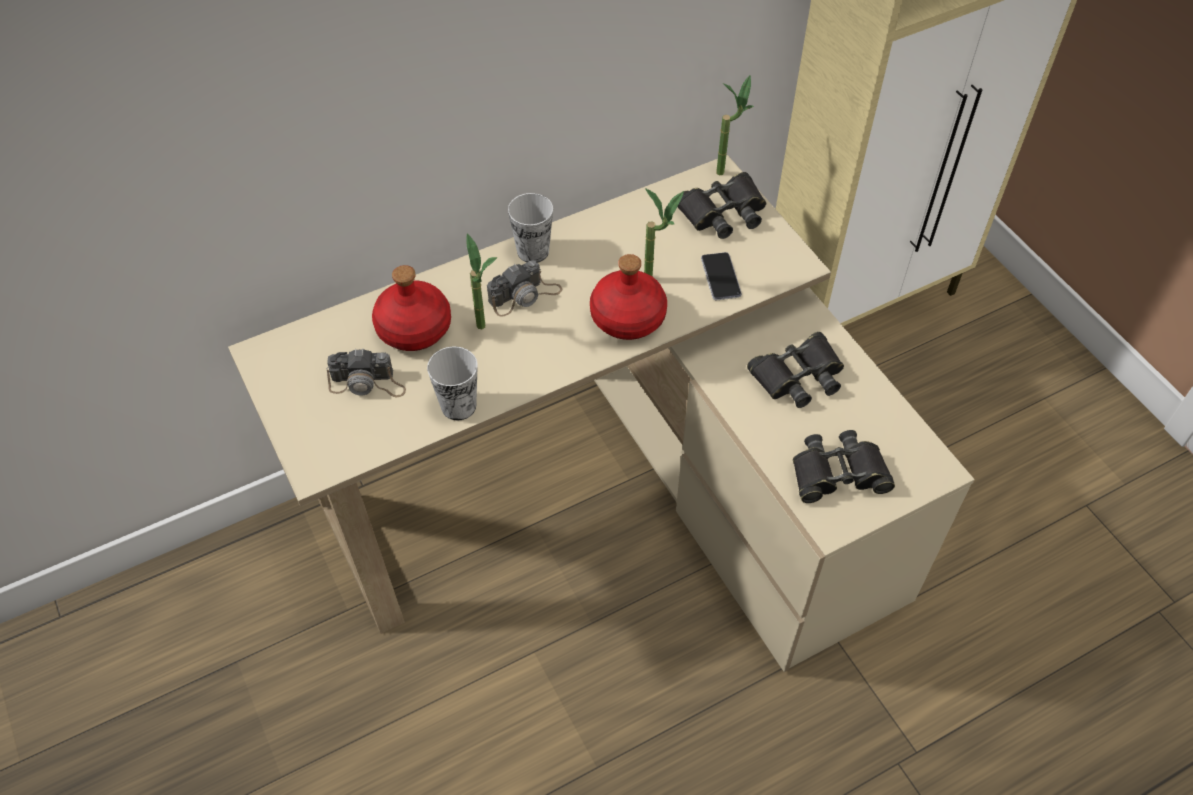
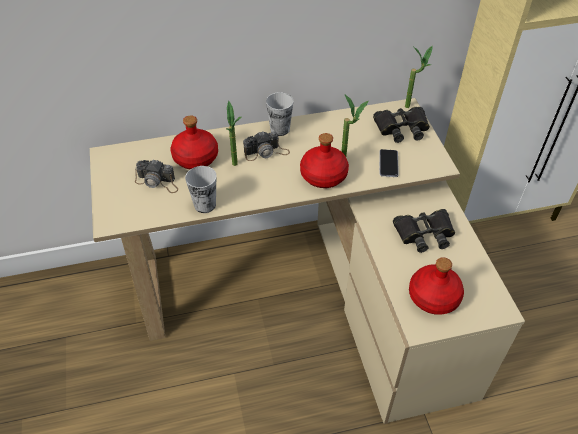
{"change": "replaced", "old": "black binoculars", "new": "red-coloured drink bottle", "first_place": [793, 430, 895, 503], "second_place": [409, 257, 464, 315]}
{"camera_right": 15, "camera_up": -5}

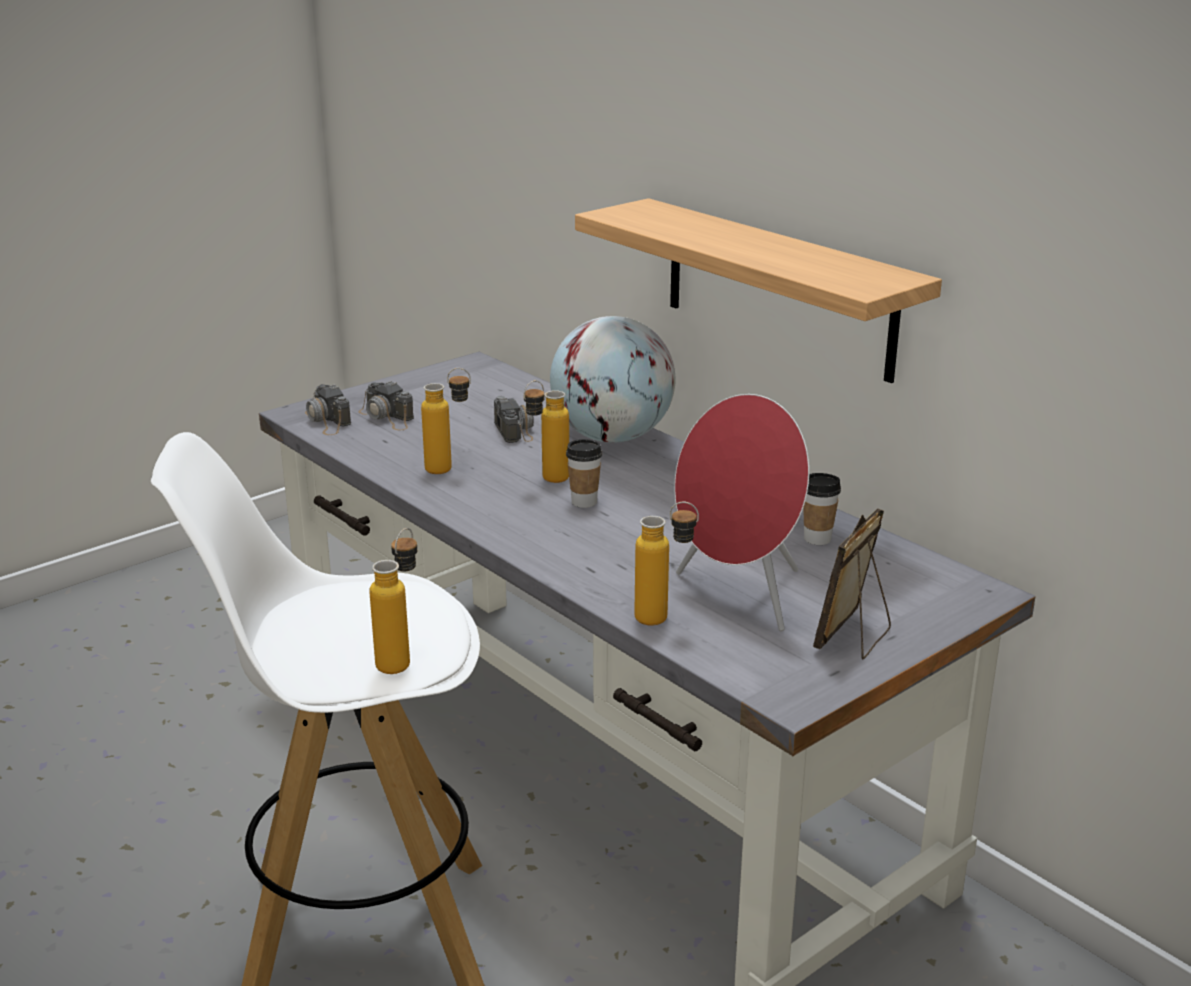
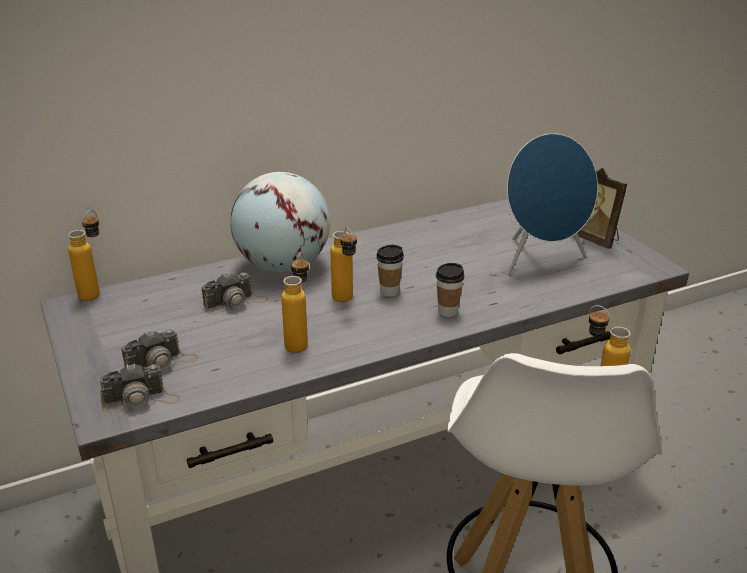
{"change": "removed", "old": "shelf", "first_place": [575, 198, 942, 383]}
{"change": "recoloured", "old": "red-coloured speaker", "new": "blue speaker", "first_place": [674, 394, 809, 631], "second_place": [507, 133, 598, 275]}
{"change": "turned", "old": "still camera", "first_place": [494, 396, 534, 443], "second_place": [202, 272, 269, 315], "degrees": 150}
{"change": "moved", "old": "small cup", "first_place": [803, 473, 841, 545], "second_place": [436, 263, 464, 317]}
{"change": "moved", "old": "drink bottle", "first_place": [634, 501, 699, 626], "second_place": [68, 210, 100, 301]}
{"camera_right": -75, "camera_up": 5}

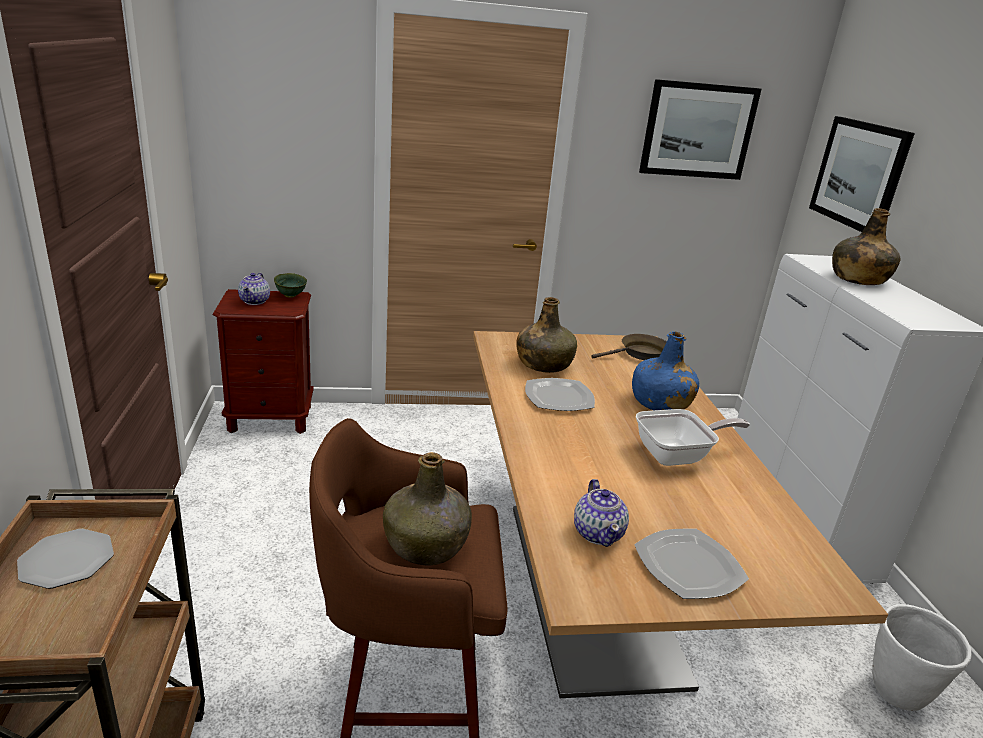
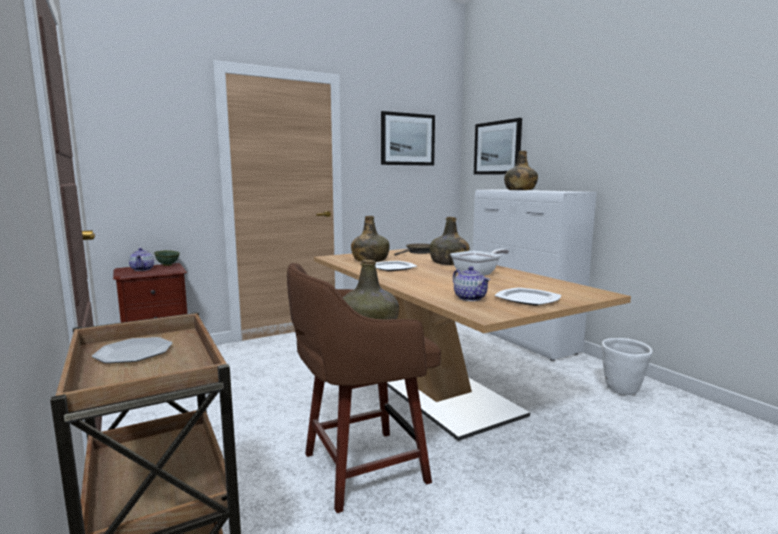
{"change": "recoloured", "old": "blue drink bottle", "new": "green drink bottle", "first_place": [632, 331, 699, 410], "second_place": [430, 217, 469, 265]}
{"camera_right": -20, "camera_up": -15}

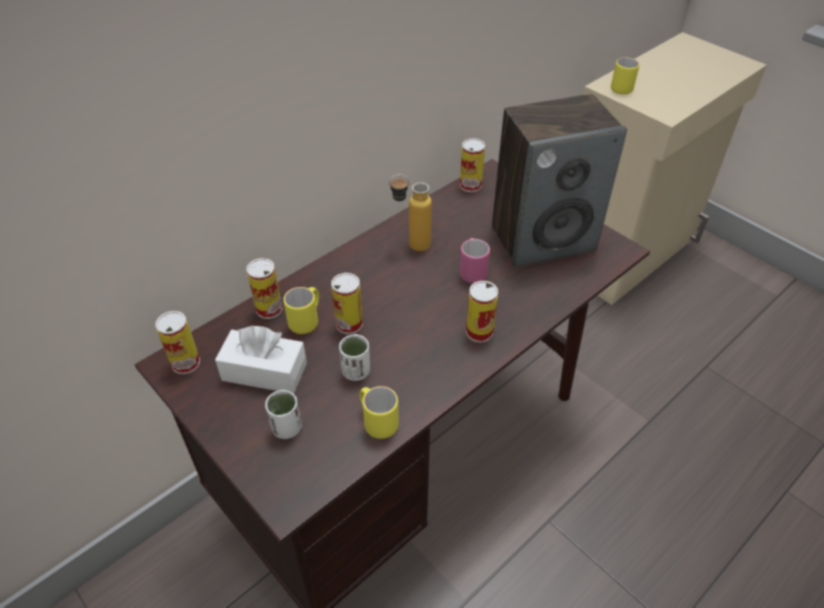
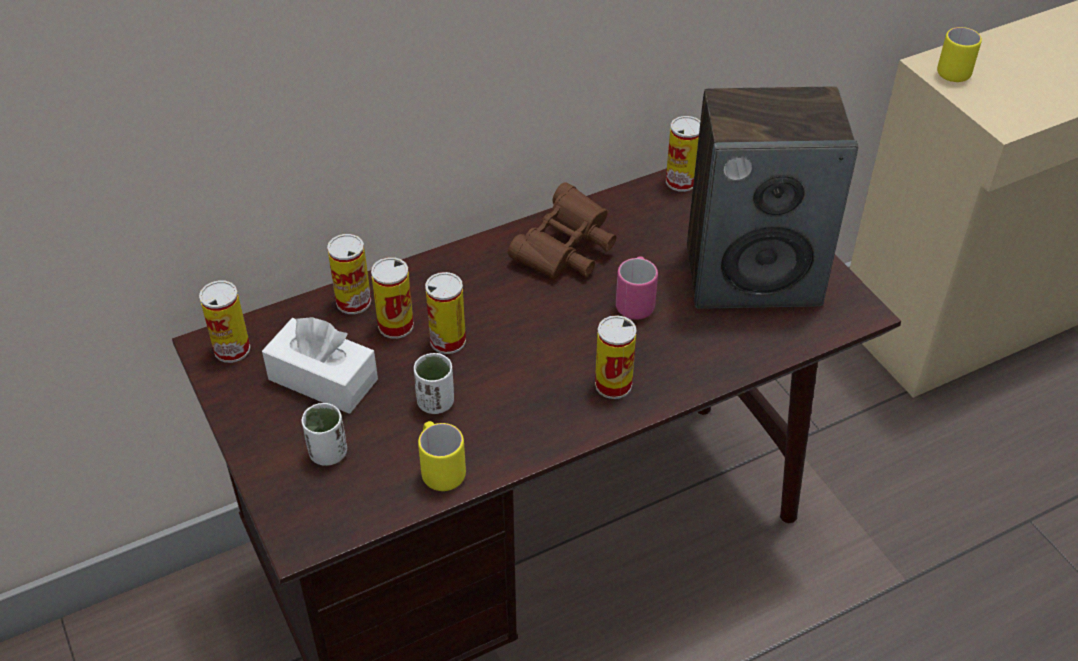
{"change": "replaced", "old": "drink bottle", "new": "brownish binoculars", "first_place": [389, 174, 432, 251], "second_place": [508, 182, 616, 280]}
{"change": "replaced", "old": "yellow mug", "new": "can", "first_place": [283, 287, 319, 334], "second_place": [371, 257, 414, 339]}
{"camera_right": 15, "camera_up": 0}

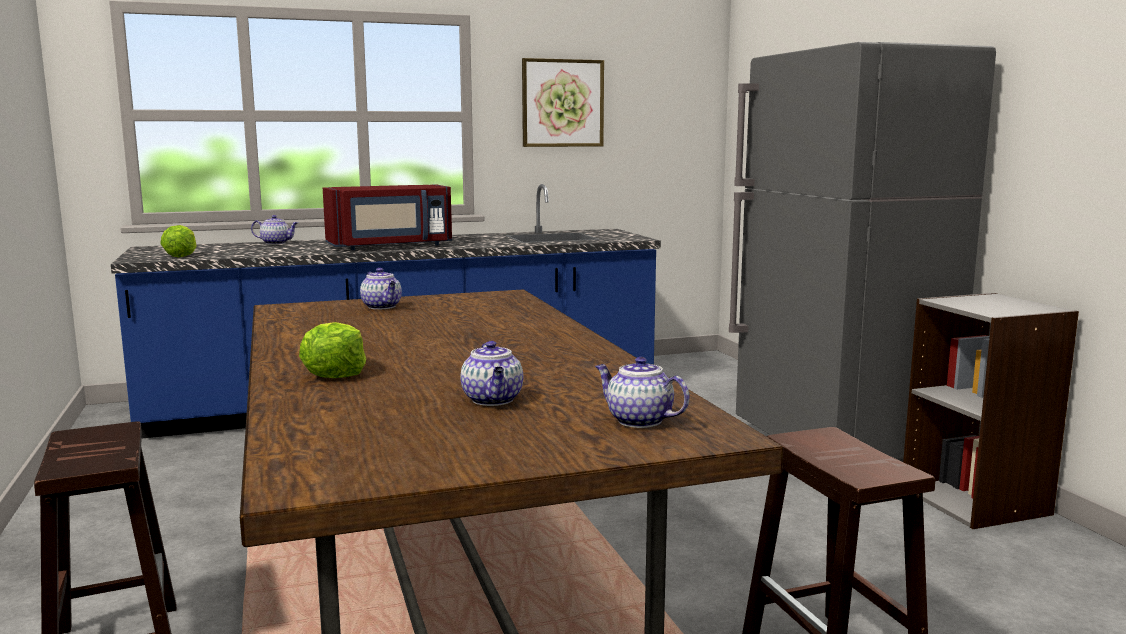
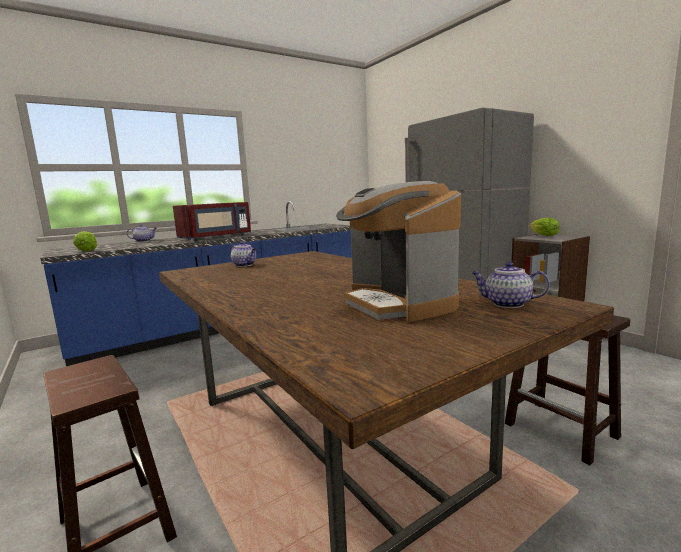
{"change": "removed", "old": "wall art", "first_place": [522, 58, 604, 147]}
{"change": "moved", "old": "head of lettuce", "first_place": [299, 322, 366, 378], "second_place": [529, 218, 559, 236]}
{"change": "replaced", "old": "pot for tea", "new": "coffee brewer", "first_place": [461, 341, 523, 406], "second_place": [336, 181, 461, 322]}
{"camera_right": -15, "camera_up": 0}

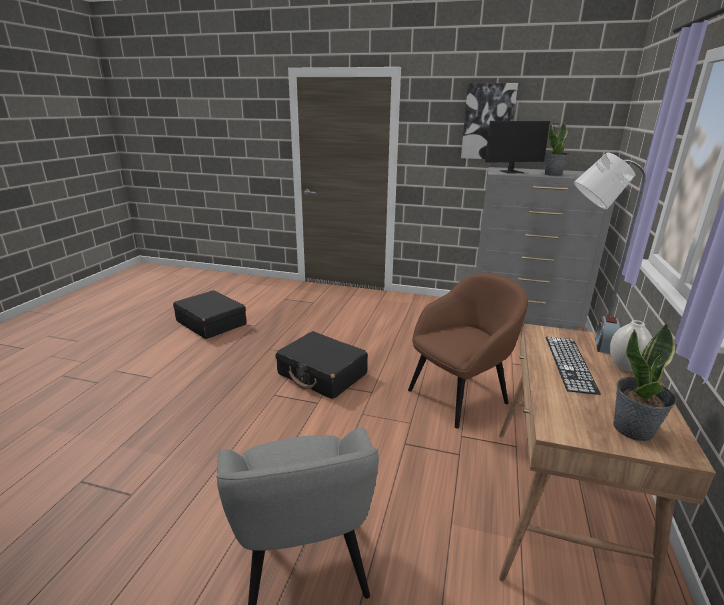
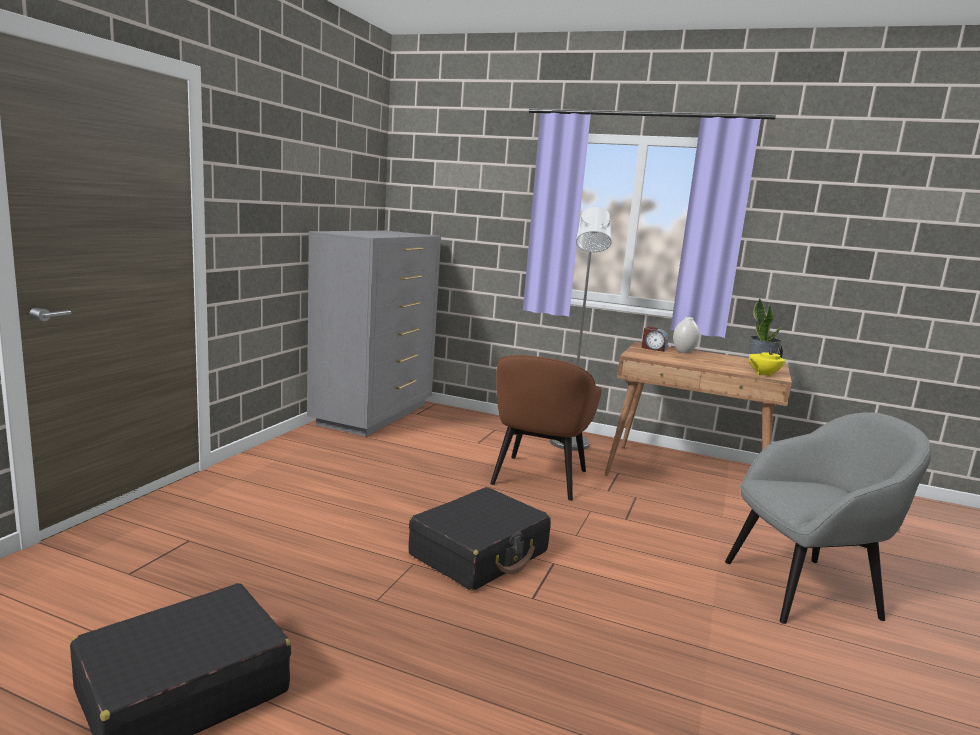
{"change": "removed", "old": "wall art", "first_place": [461, 83, 518, 159]}
{"change": "removed", "old": "computer display", "first_place": [485, 121, 559, 174]}
{"change": "removed", "old": "houseplant", "first_place": [545, 122, 569, 176]}
{"change": "turned", "old": "brownish armchair", "first_place": [408, 273, 528, 429], "second_place": [490, 355, 601, 501], "degrees": -135}
{"change": "removed", "old": "PC keyboard", "first_place": [546, 337, 601, 395]}
{"change": "added", "new": "yellow pot for tea", "second_place": [749, 345, 785, 377]}
{"camera_right": -85, "camera_up": -10}

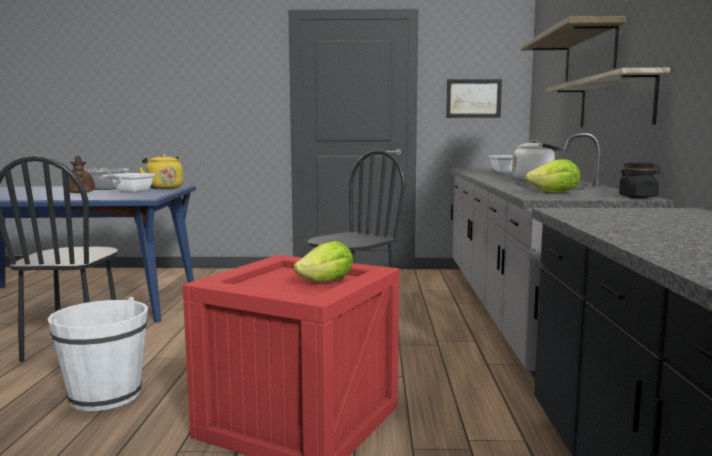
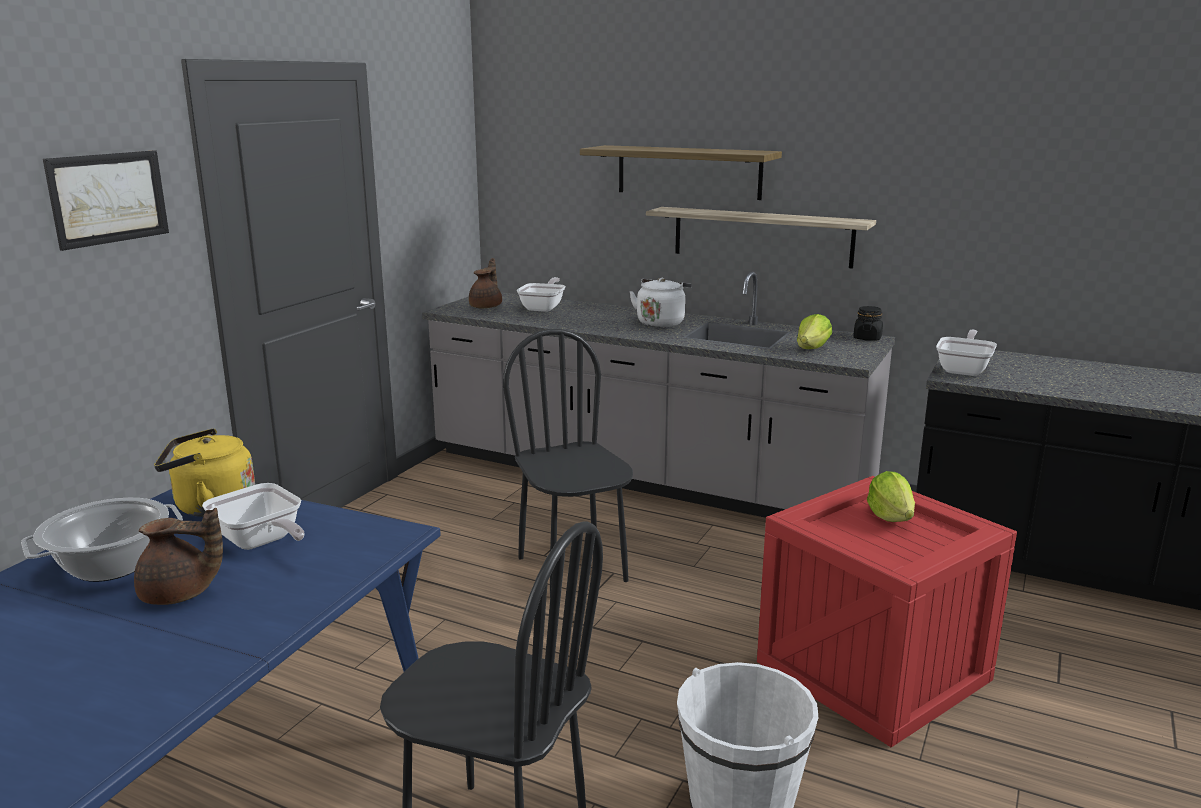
{"change": "moved", "old": "wall art", "first_place": [446, 79, 502, 118], "second_place": [43, 150, 169, 251]}
{"change": "added", "new": "brownish pot for tea", "second_place": [469, 258, 502, 308]}
{"change": "added", "new": "skillet", "second_place": [936, 330, 997, 376]}
{"camera_right": -65, "camera_up": 10}

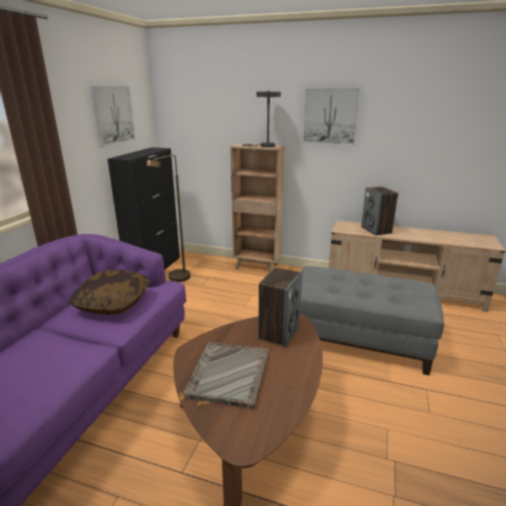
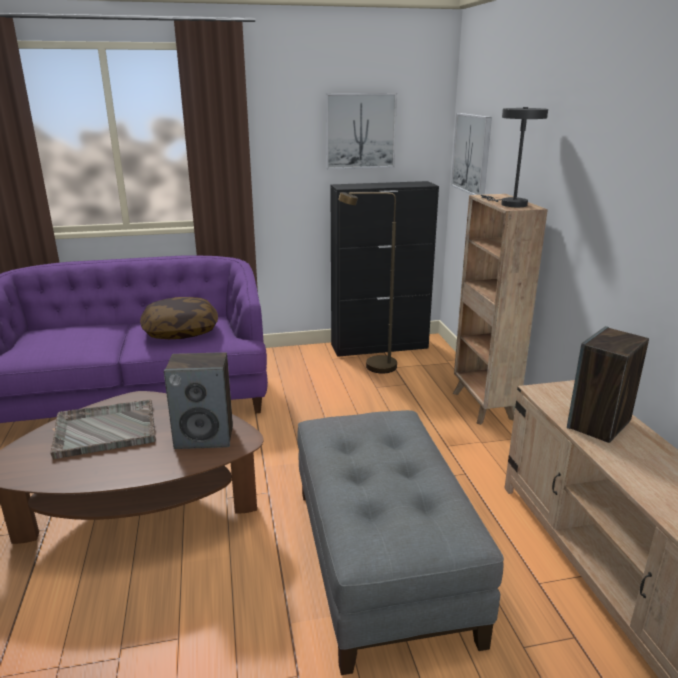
{"change": "moved", "old": "wall art", "first_place": [302, 88, 361, 146], "second_place": [451, 113, 492, 195]}
{"camera_right": 60, "camera_up": 0}

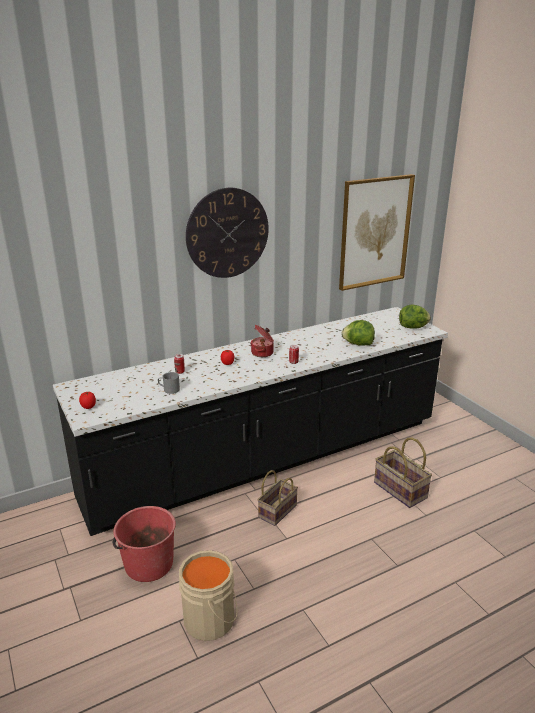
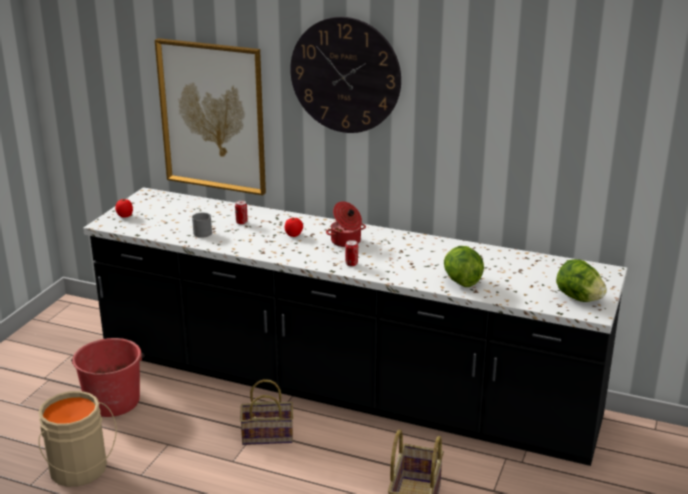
{"change": "moved", "old": "wall art", "first_place": [339, 174, 415, 291], "second_place": [155, 38, 266, 195]}
{"camera_right": 50, "camera_up": 0}

